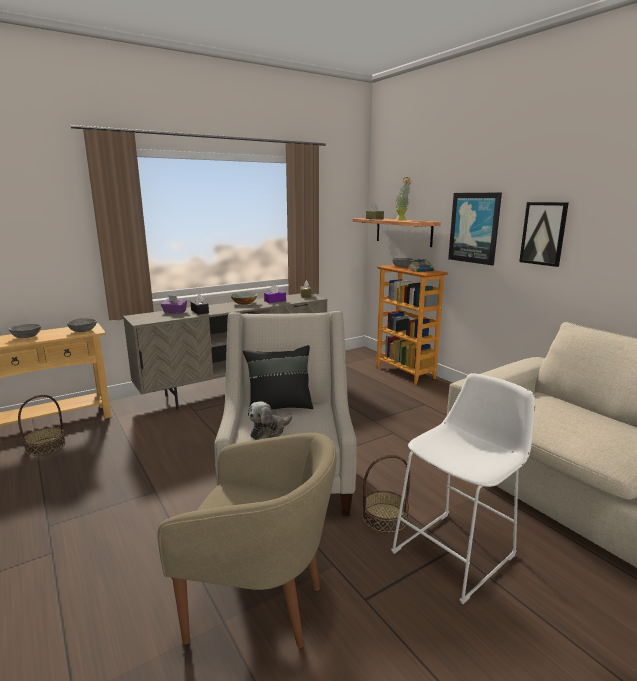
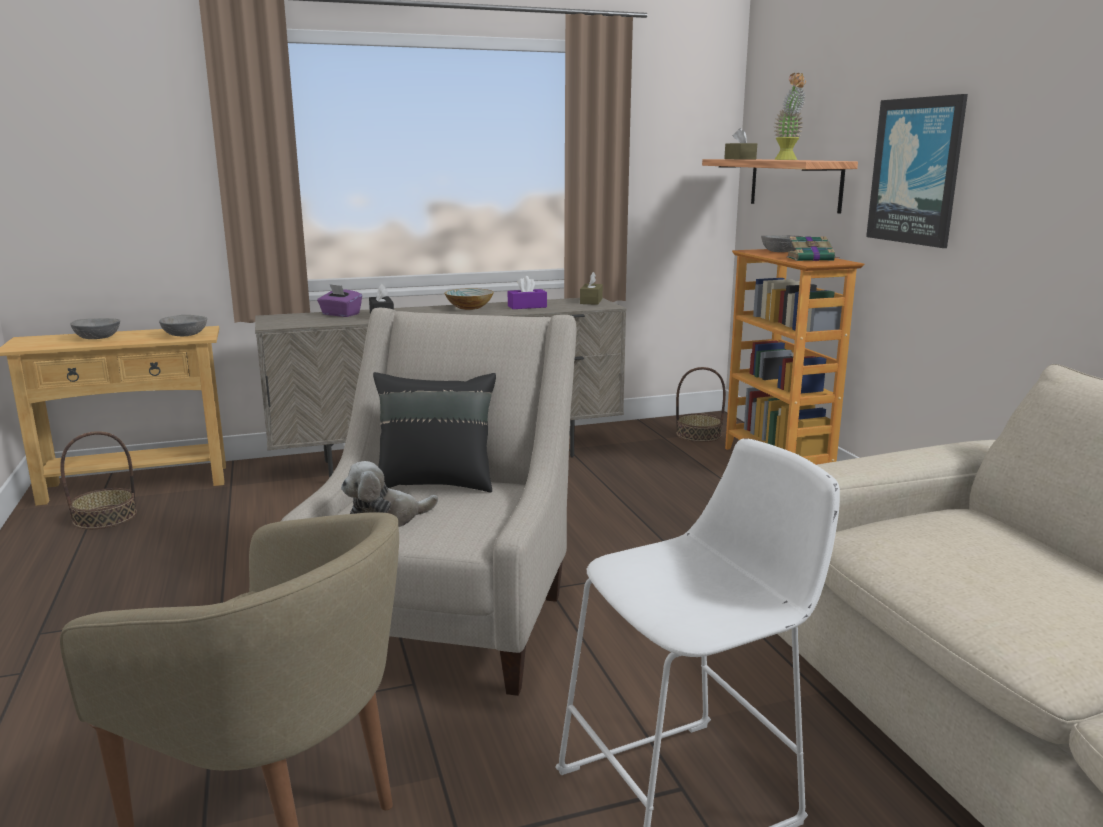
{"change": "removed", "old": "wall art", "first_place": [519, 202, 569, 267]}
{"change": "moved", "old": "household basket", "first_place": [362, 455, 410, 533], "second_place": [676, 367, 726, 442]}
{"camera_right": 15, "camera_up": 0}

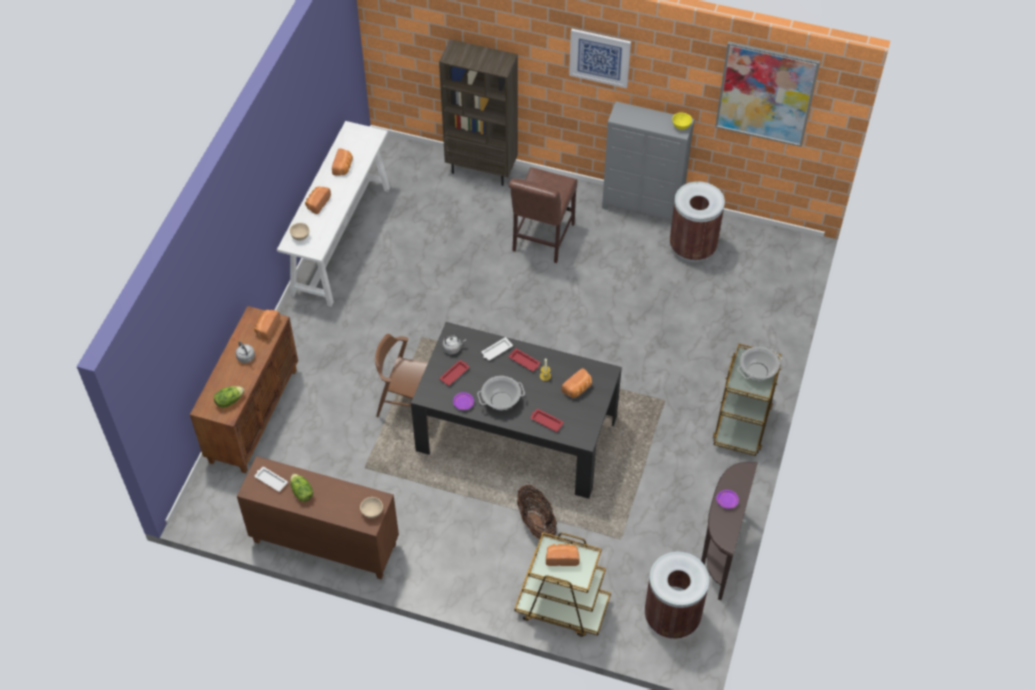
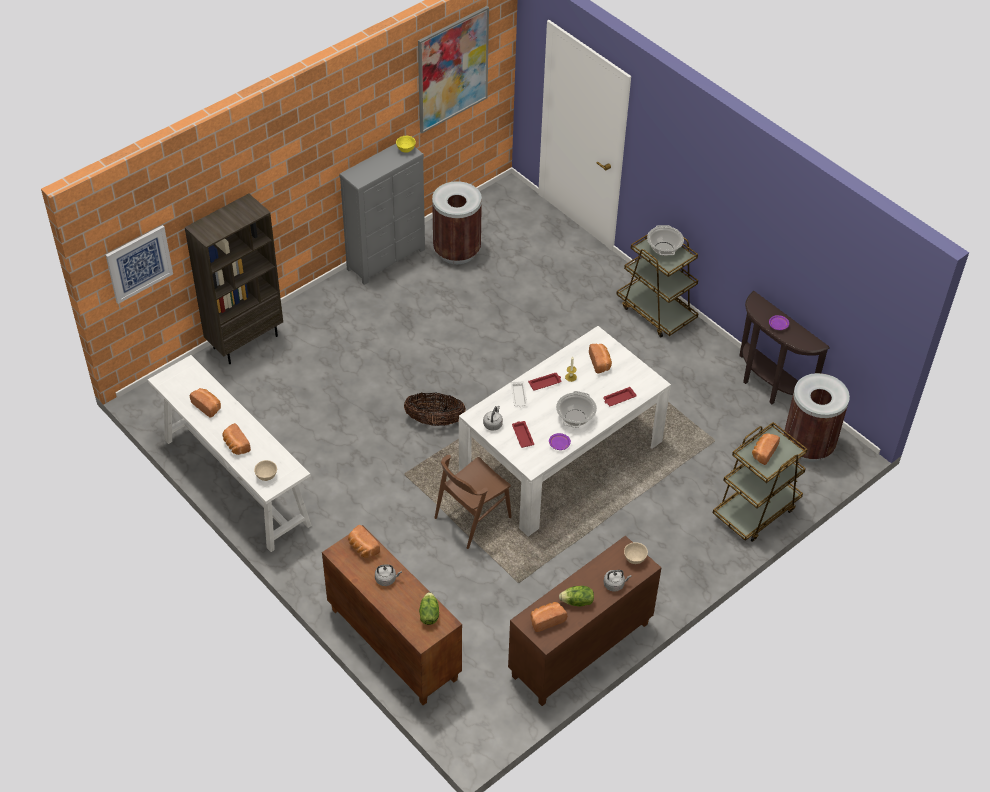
{"change": "moved", "old": "wall art", "first_place": [569, 29, 631, 88], "second_place": [106, 225, 173, 304]}
{"change": "removed", "old": "brownish plain chair", "first_place": [509, 167, 578, 263]}
{"change": "recoloured", "old": "black kitchen table", "new": "white kitchen table", "first_place": [411, 322, 622, 499], "second_place": [459, 326, 671, 536]}
{"change": "replaced", "old": "white tray", "new": "bread", "first_place": [255, 467, 288, 492], "second_place": [530, 602, 567, 632]}
{"change": "moved", "old": "household basket", "first_place": [517, 485, 557, 540], "second_place": [404, 393, 466, 426]}
{"change": "added", "new": "grey water kettle", "second_place": [604, 570, 632, 592]}
{"camera_right": -60, "camera_up": -5}

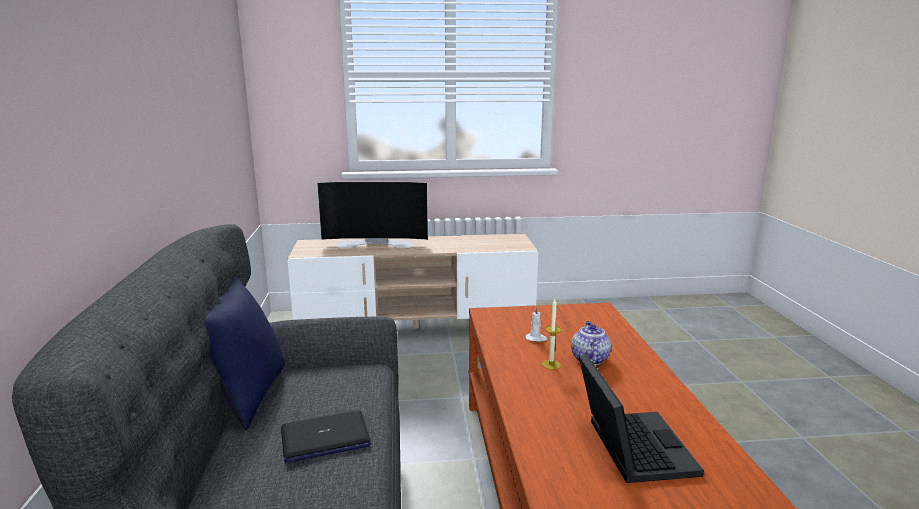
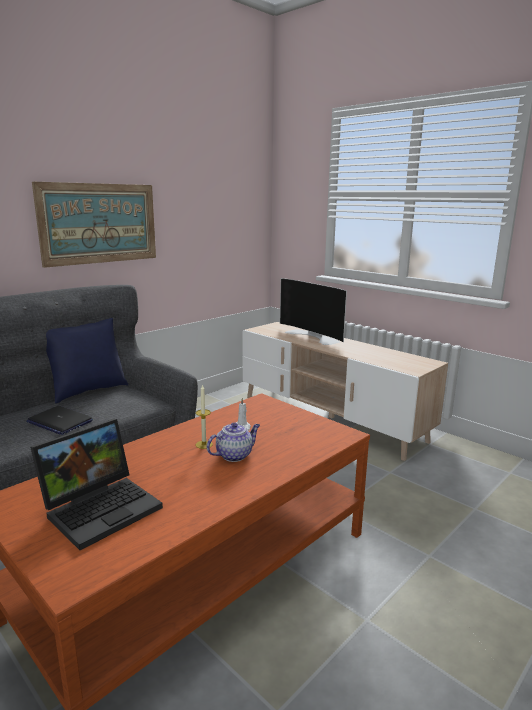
{"change": "added", "new": "wall art", "second_place": [32, 182, 156, 268]}
{"camera_right": 50, "camera_up": 0}

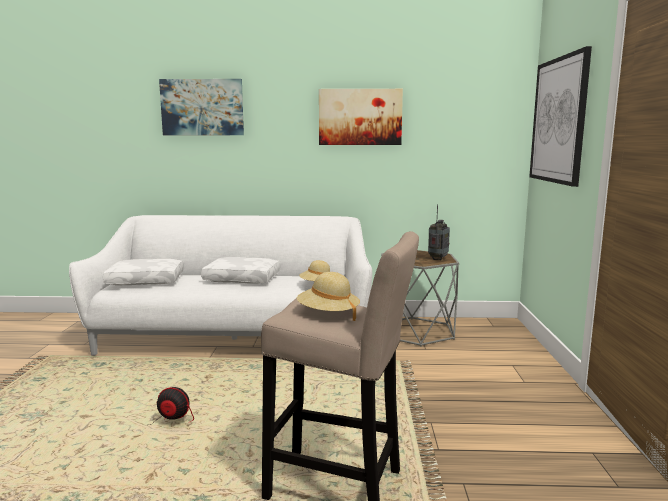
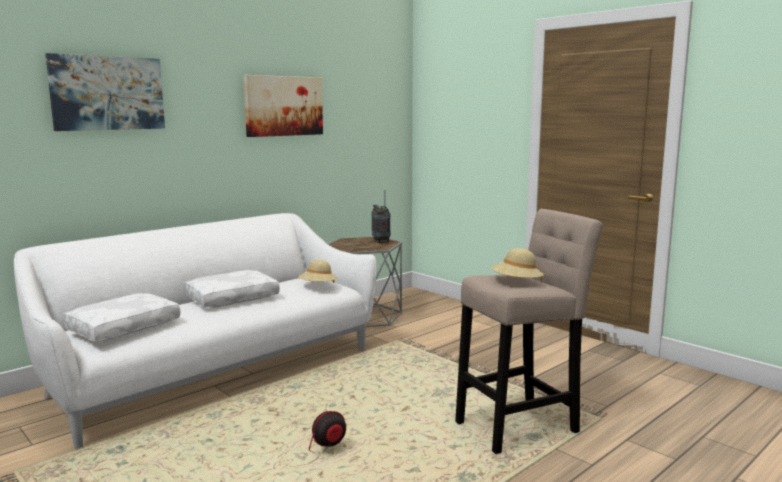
{"change": "removed", "old": "wall art", "first_place": [529, 46, 592, 187]}
{"camera_right": -45, "camera_up": 0}

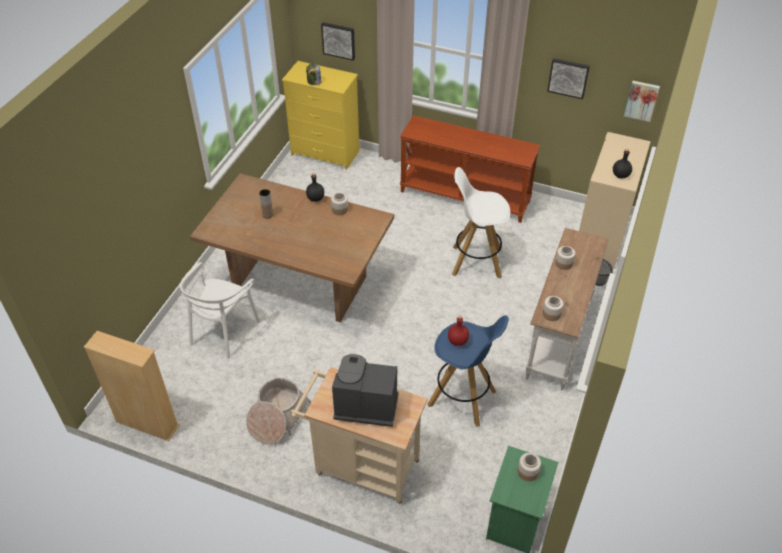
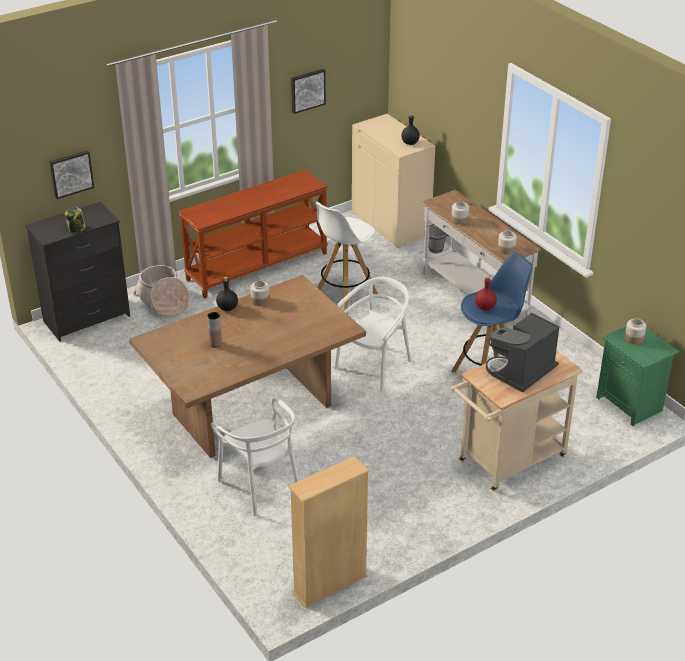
{"change": "recoloured", "old": "yellow dresser", "new": "black dresser", "first_place": [282, 61, 359, 170], "second_place": [25, 202, 130, 342]}
{"change": "removed", "old": "wall art", "first_place": [624, 81, 660, 122]}
{"change": "moved", "old": "household basket", "first_place": [246, 378, 311, 445], "second_place": [133, 265, 190, 317]}
{"change": "added", "new": "white plain chair", "second_place": [334, 277, 411, 392]}
{"camera_right": -55, "camera_up": -10}

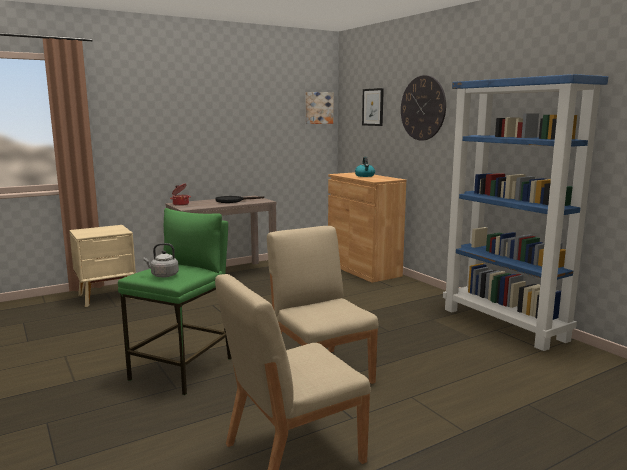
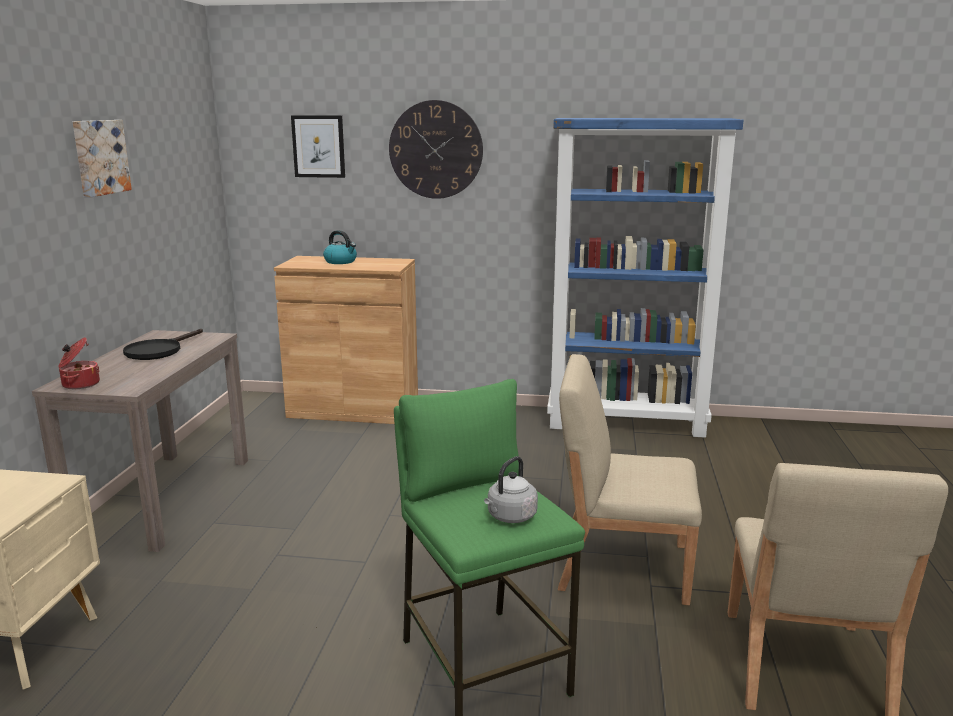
{"change": "moved", "old": "wall art", "first_place": [306, 92, 334, 124], "second_place": [72, 120, 132, 197]}
{"camera_right": -50, "camera_up": 5}

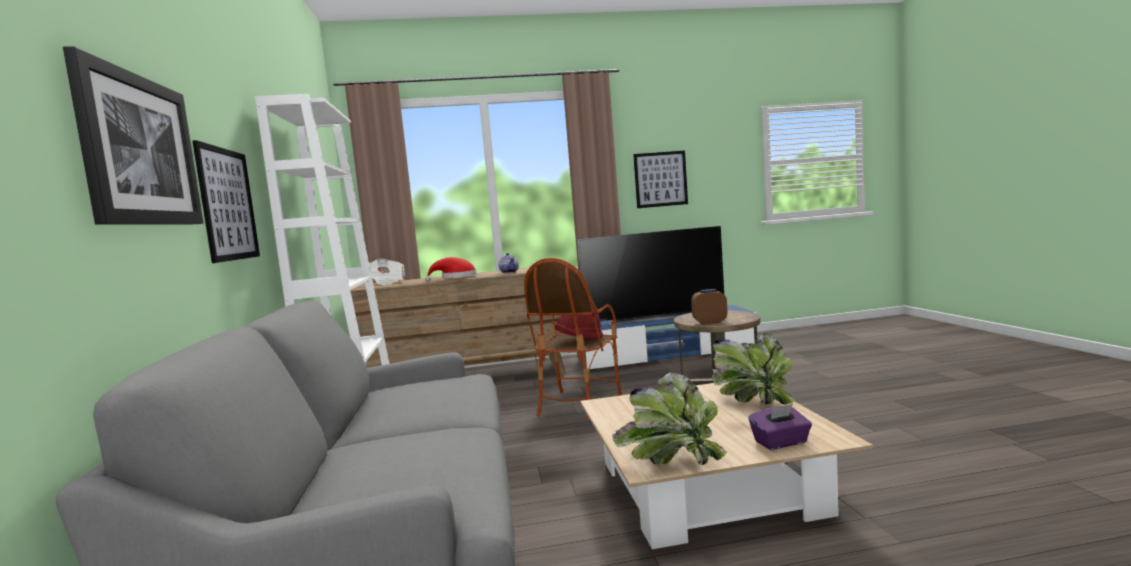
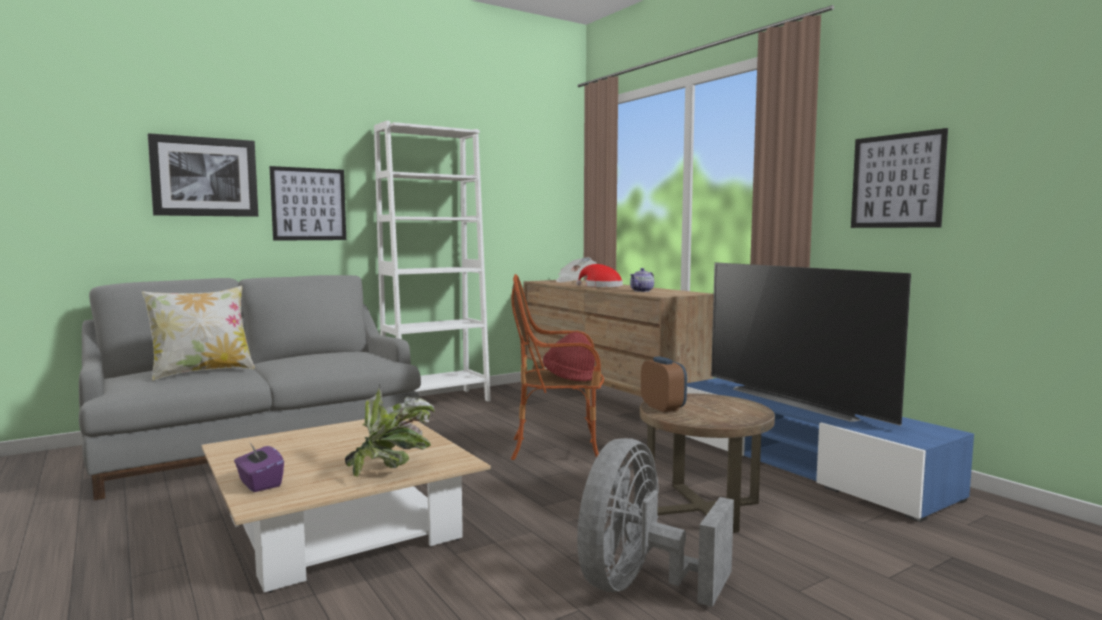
{"change": "removed", "old": "houseplant", "first_place": [612, 372, 727, 465]}
{"change": "added", "new": "cushion", "second_place": [142, 285, 255, 381]}
{"change": "added", "new": "grey electric fan", "second_place": [577, 438, 734, 607]}
{"camera_right": 65, "camera_up": 0}

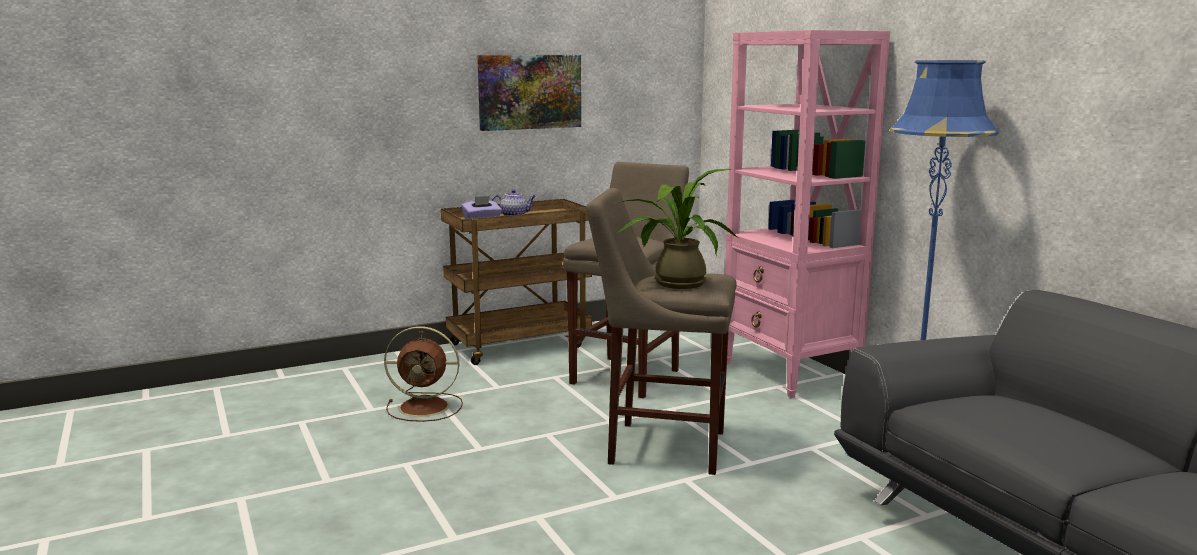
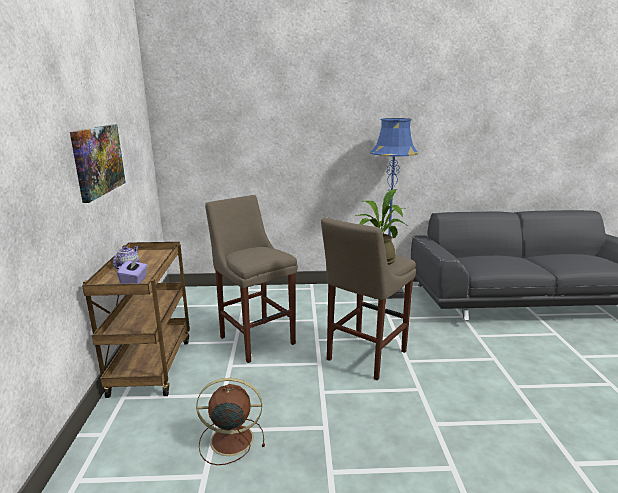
{"change": "removed", "old": "pink bookcase", "first_place": [725, 30, 890, 398]}
{"change": "turned", "old": "brownish electric fan", "first_place": [384, 326, 463, 422], "second_place": [196, 378, 265, 465], "degrees": -120}
{"camera_right": -65, "camera_up": 5}

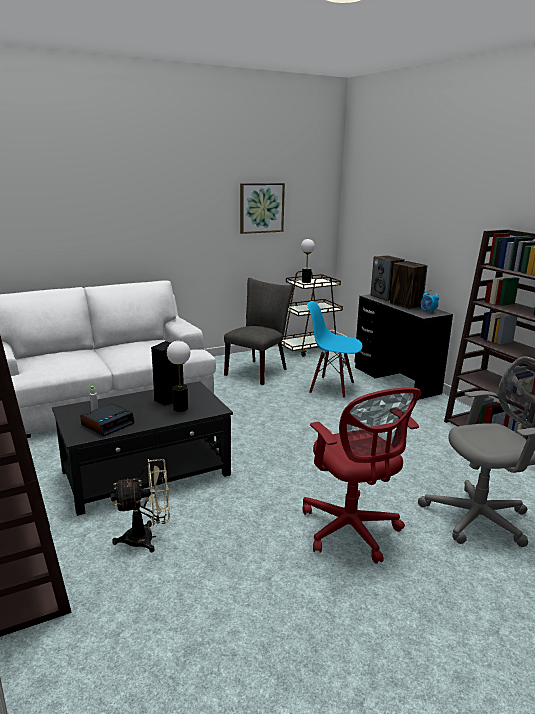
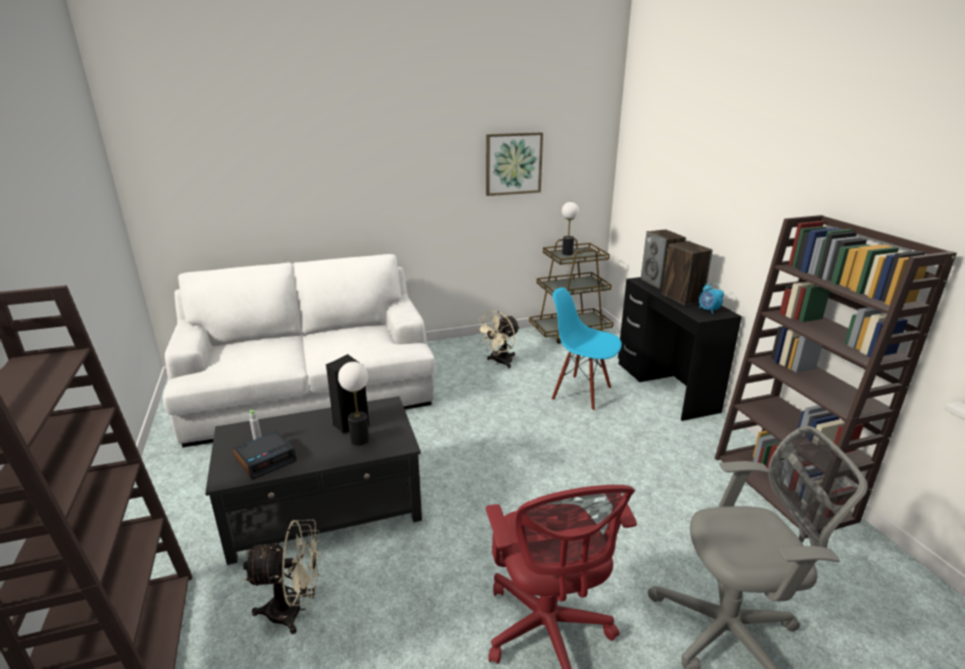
{"change": "replaced", "old": "grey plain chair", "new": "sand-coloured electric fan", "first_place": [224, 278, 293, 385], "second_place": [476, 311, 520, 368]}
{"camera_right": 10, "camera_up": 5}

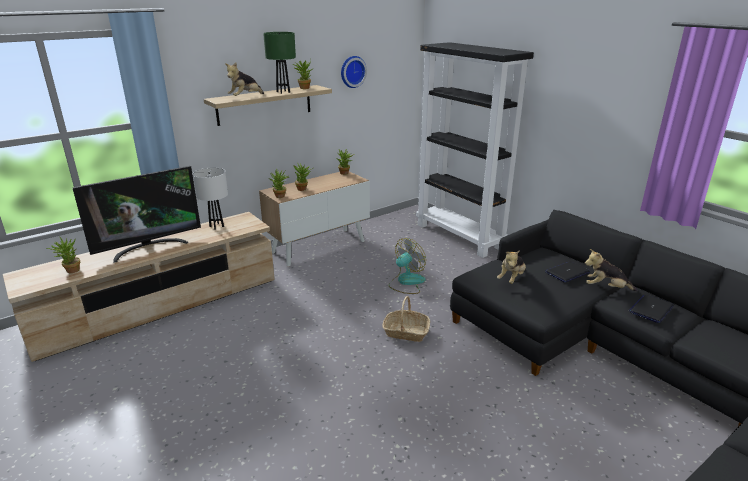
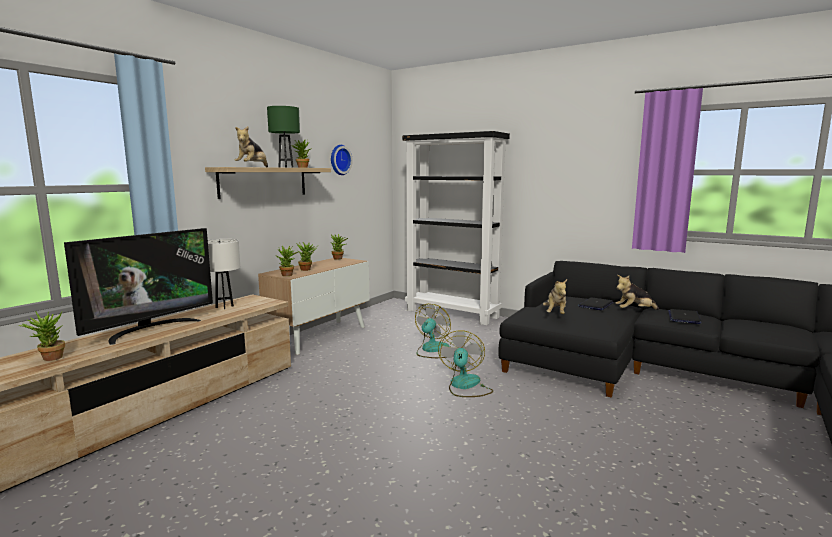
{"change": "replaced", "old": "household basket", "new": "electric fan", "first_place": [382, 296, 430, 342], "second_place": [438, 330, 493, 397]}
{"camera_right": -20, "camera_up": -15}

